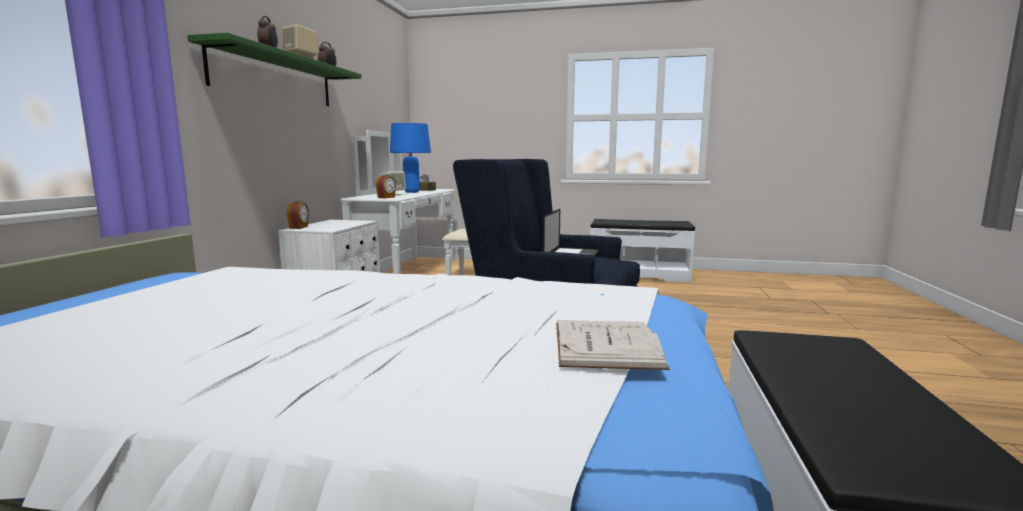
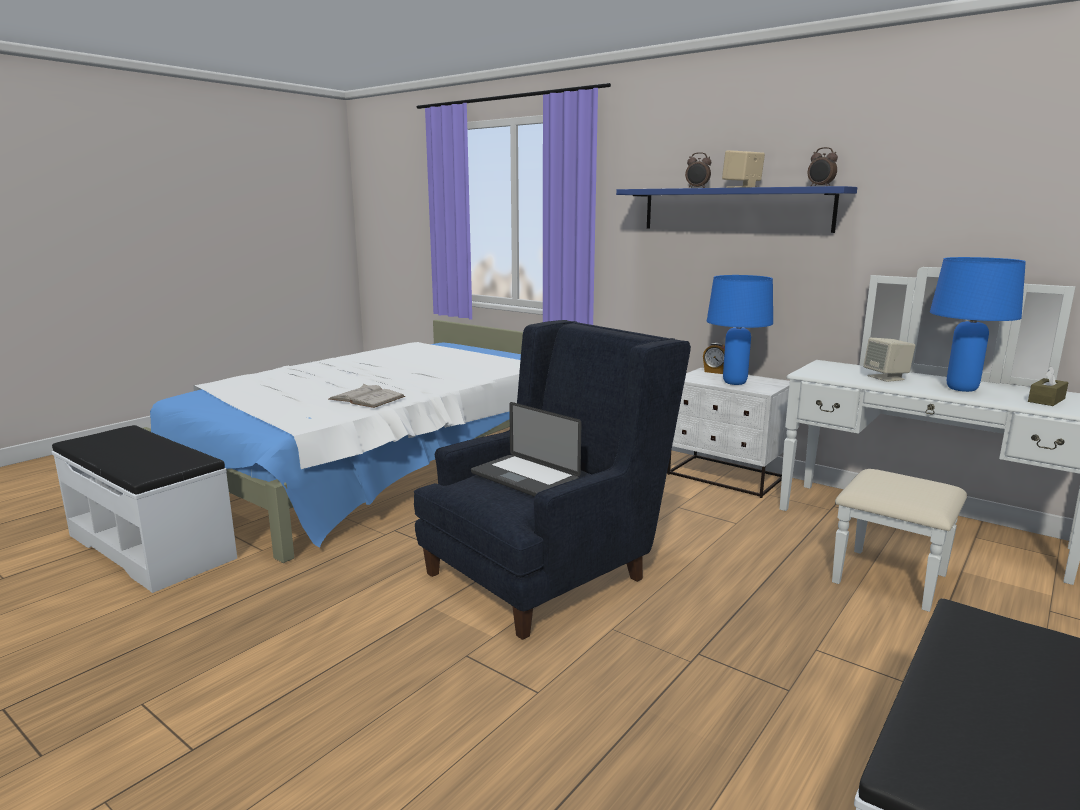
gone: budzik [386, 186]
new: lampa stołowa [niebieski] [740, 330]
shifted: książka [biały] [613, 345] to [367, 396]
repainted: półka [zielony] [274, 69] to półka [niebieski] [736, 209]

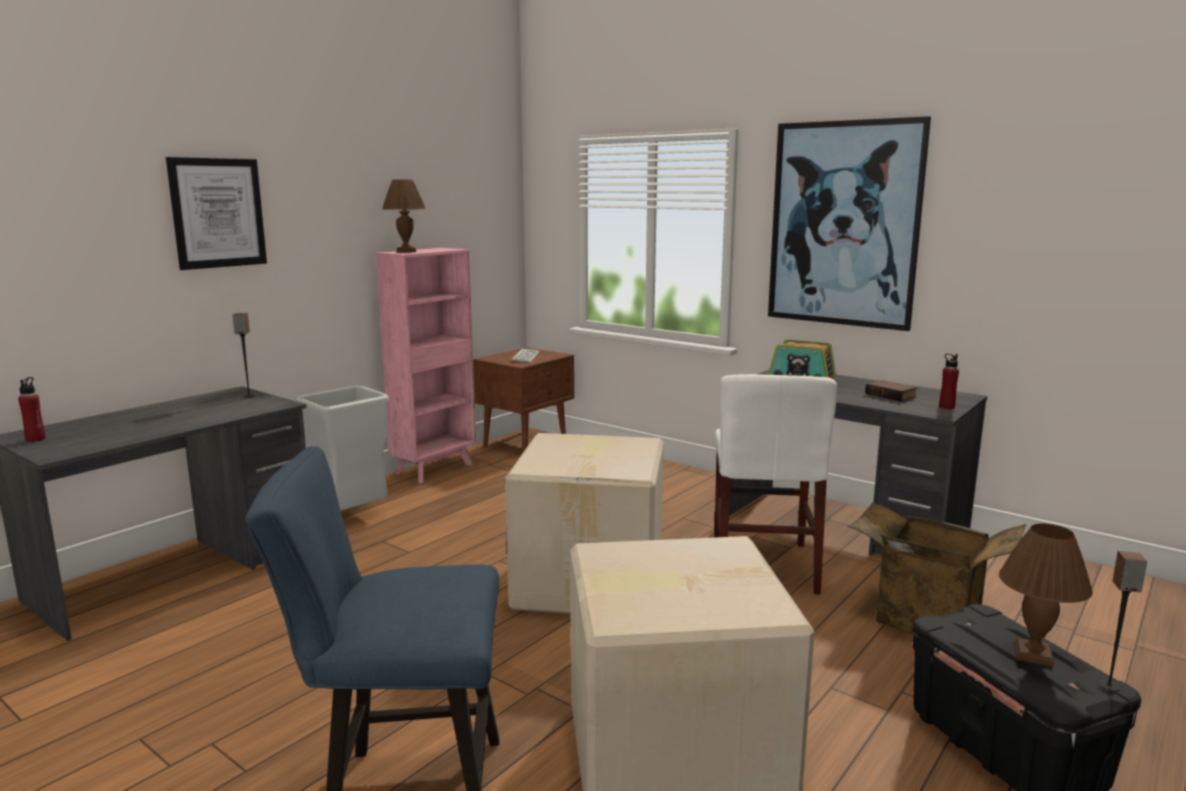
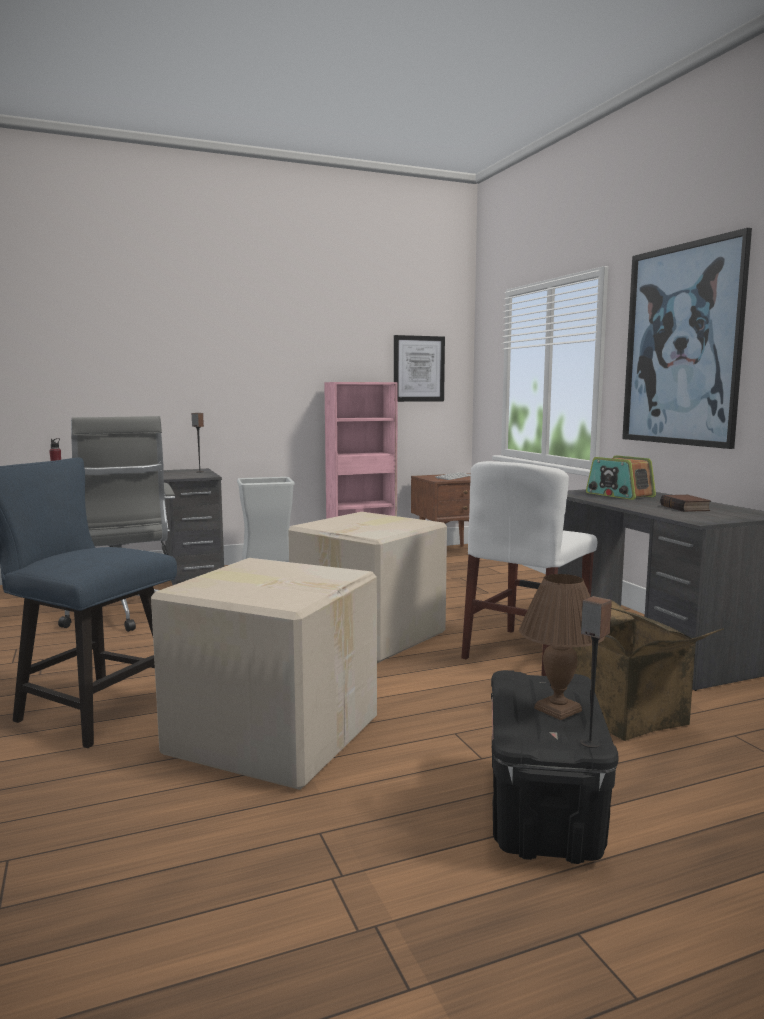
gone: lampa stołowa [brązowy] [404, 216]; butelka [czerwony] [949, 381]
new: krzesło biurowe [szary] [116, 524]
shifted: obraz [216, 213] to [419, 368]

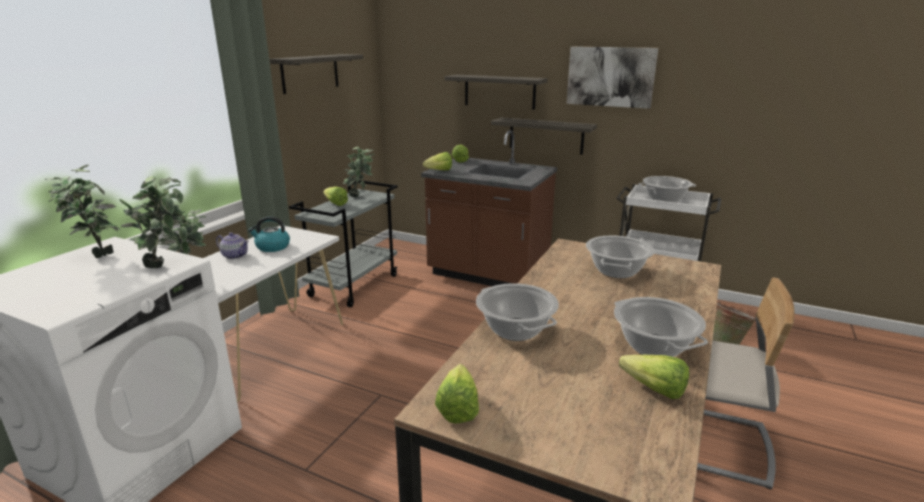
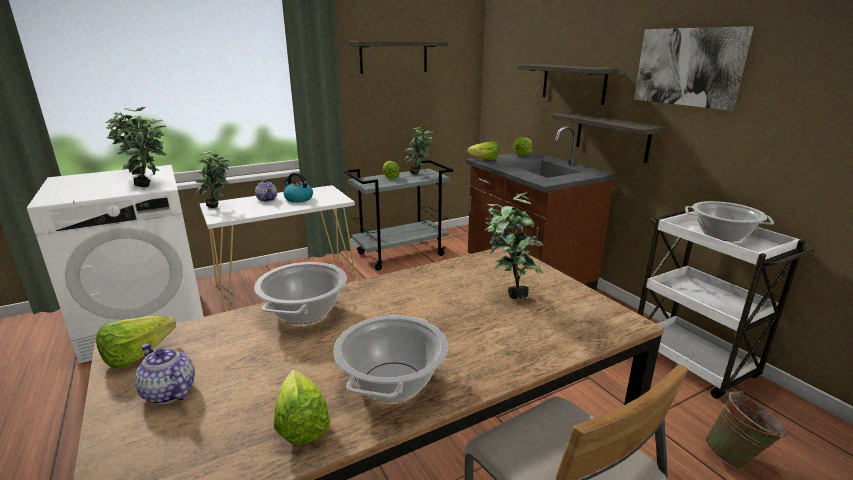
new: imbryk [164, 373]
swapped: garnek [620, 256] to roślina doniczkowa [514, 245]

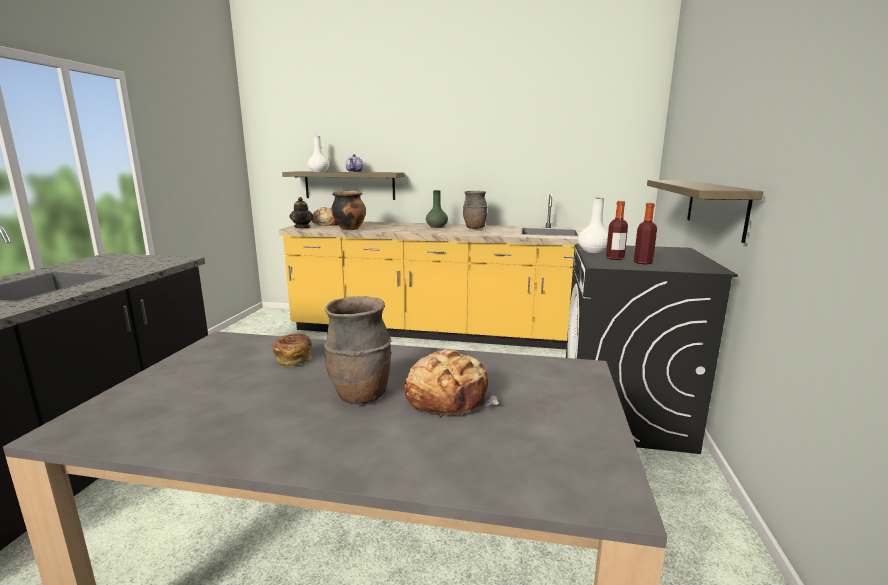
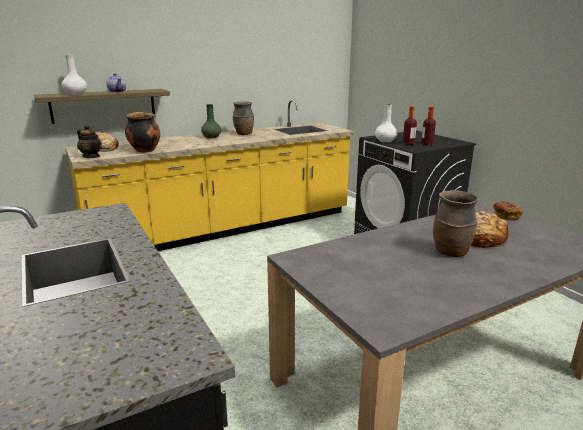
gone: półka [705, 211]
shifted: chleb [292, 350] to [508, 211]

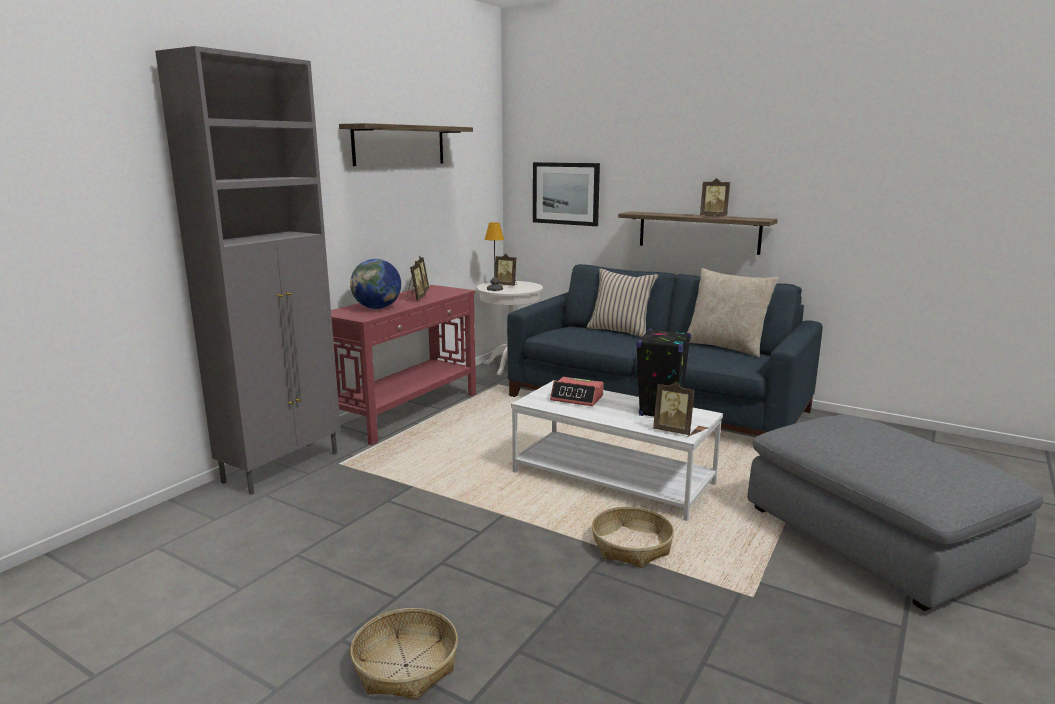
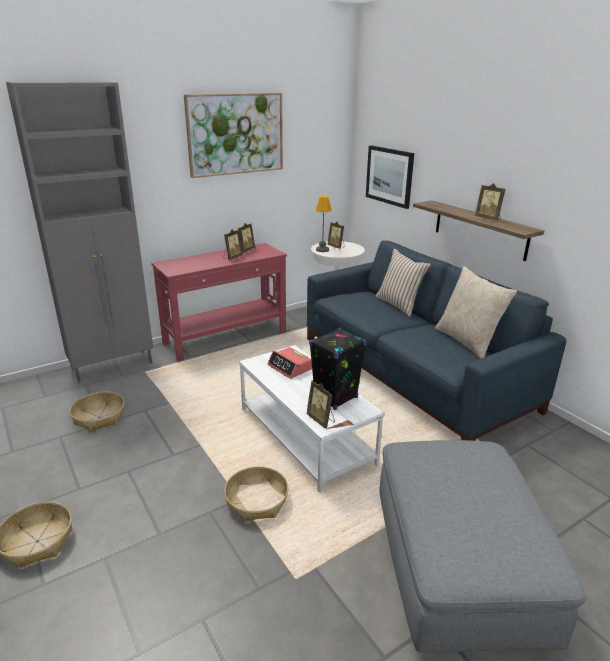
gone: globus [375, 284]
new: koszyk [96, 412]
swapped: półka [406, 144] to obraz [233, 135]

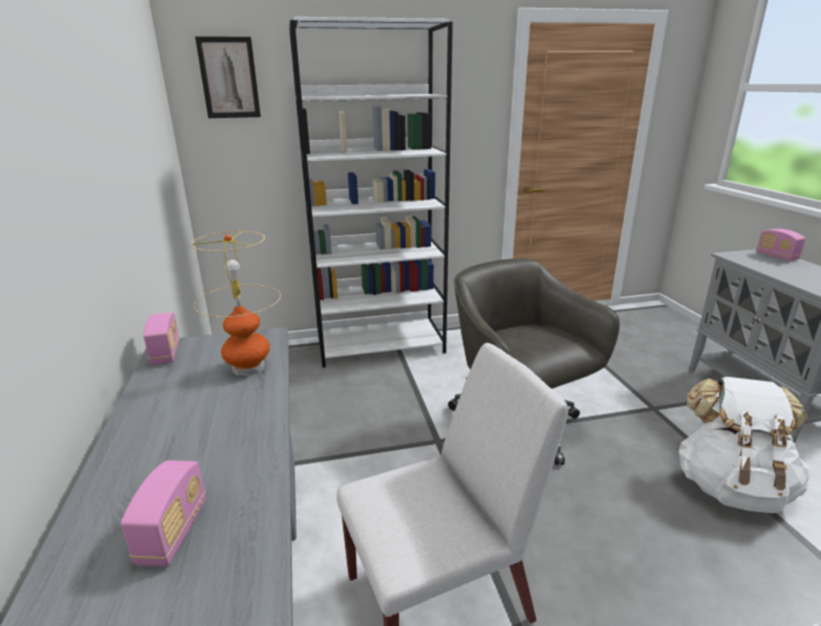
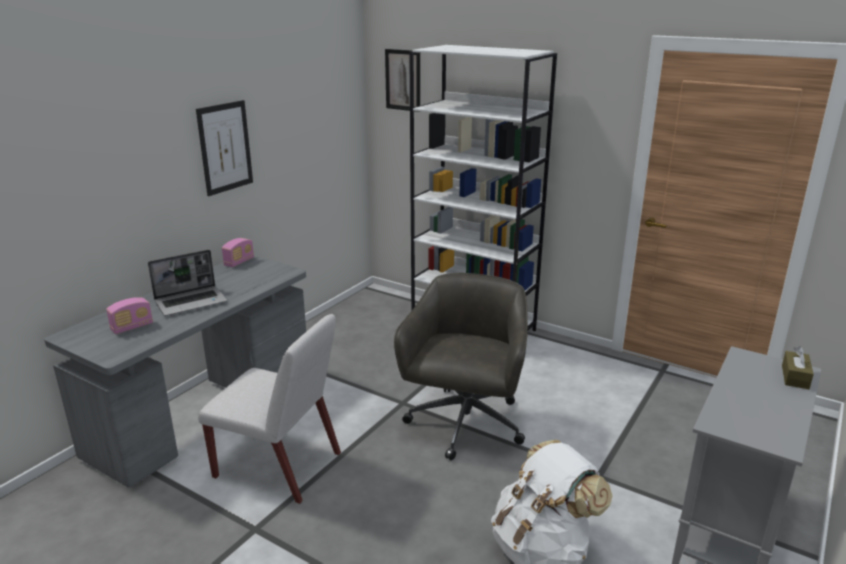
gone: lampa stołowa [236, 303]
new: laptop [188, 283]; obraz [224, 148]
swapped: radio [781, 245] to pudełko chusteczek [brązowy] [798, 367]

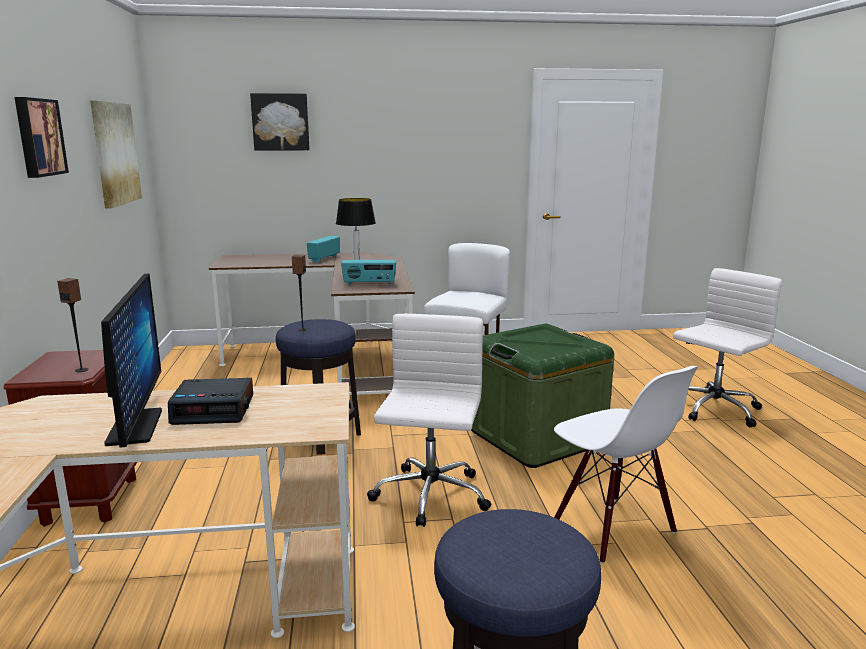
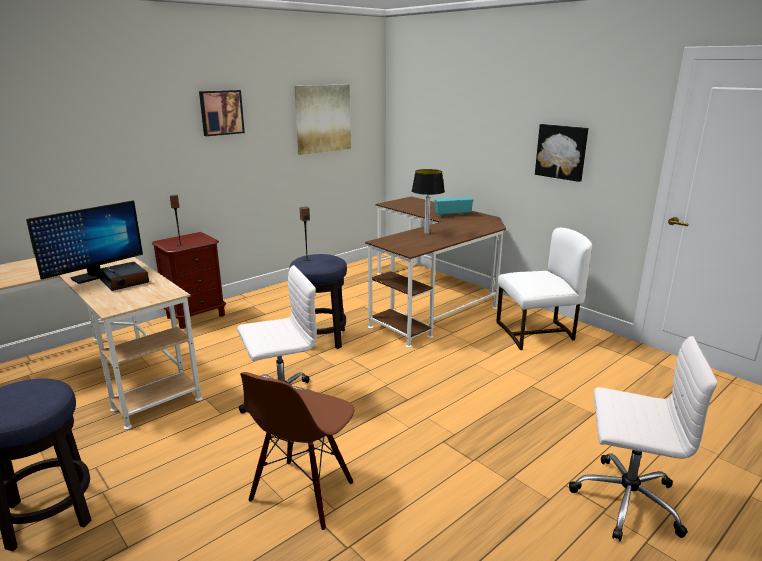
gone: radio [368, 273]; pojemnik do przechowywania [zielony] [542, 396]
shifted: obraz [280, 122] to [561, 153]
repainted: krzesło [biały] [626, 465] to krzesło [brązowy] [297, 451]

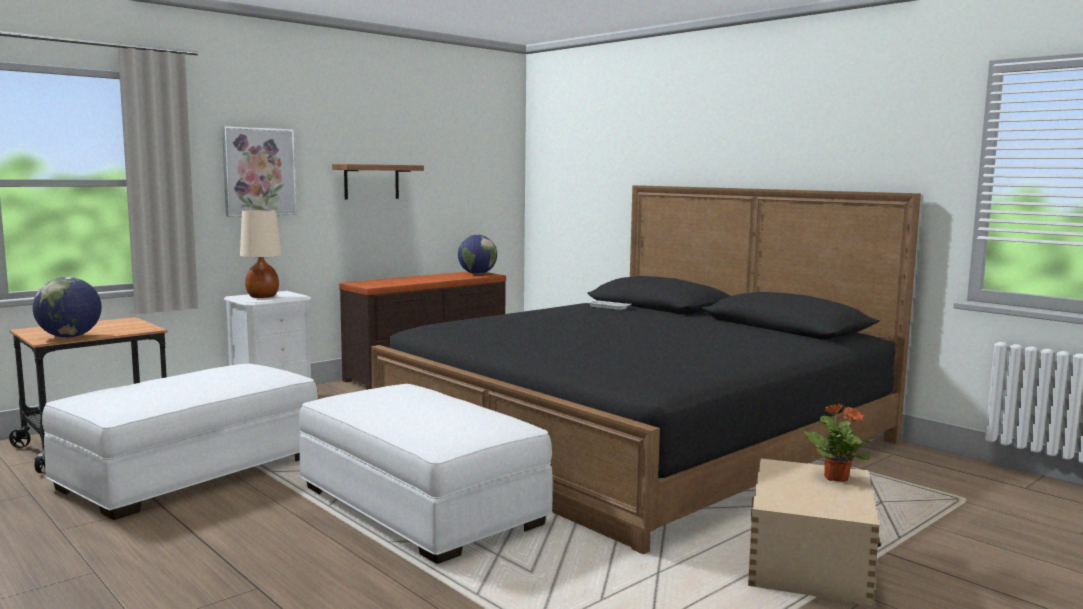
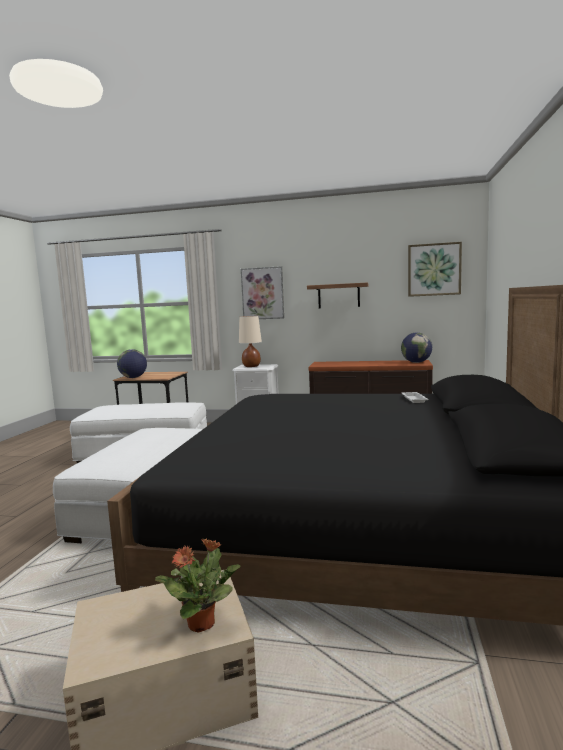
new: obraz [435, 269]

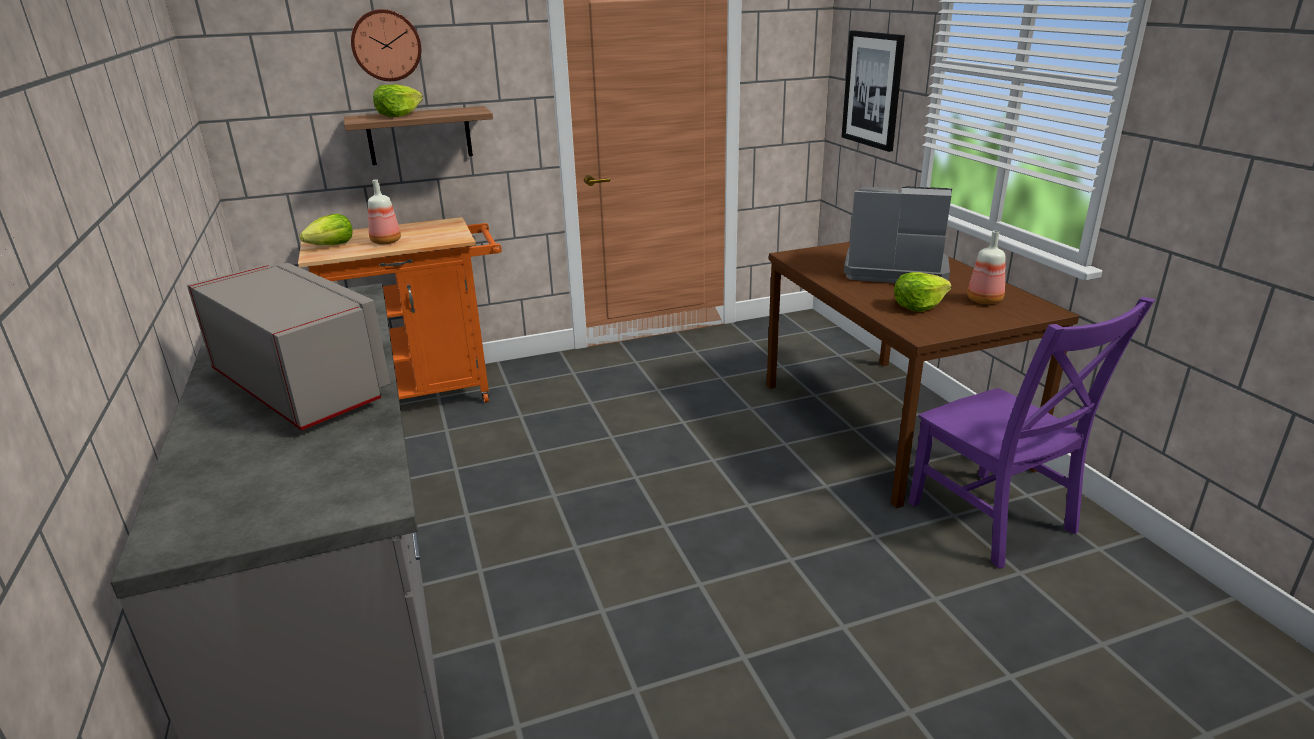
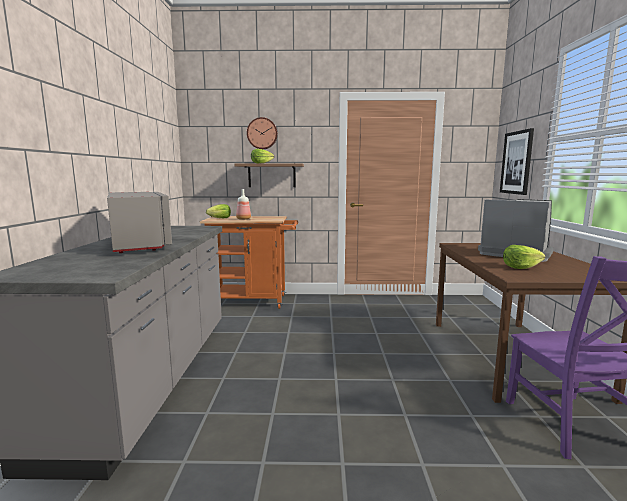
gone: butelka [986, 267]

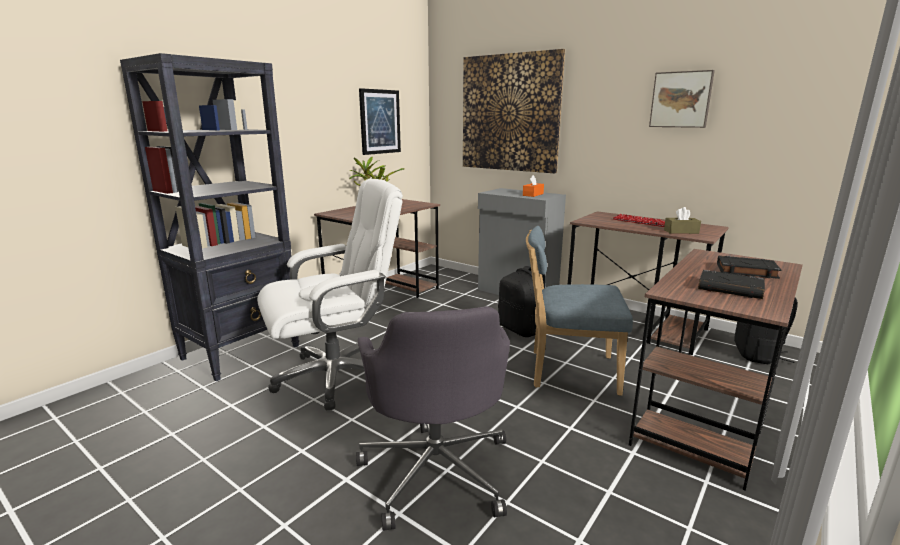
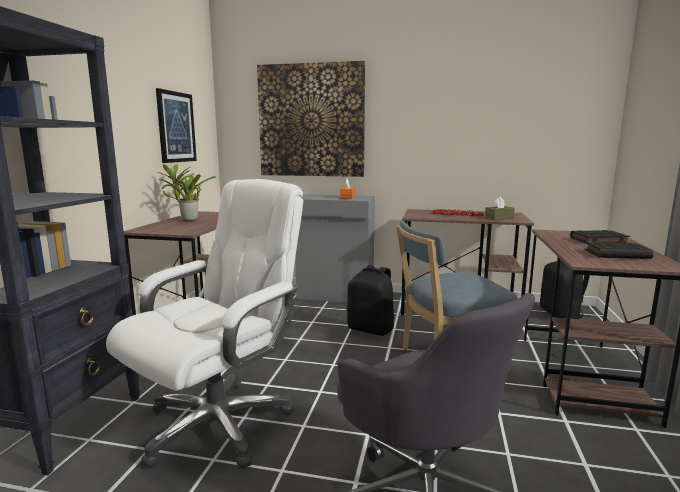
gone: obraz [682, 99]

